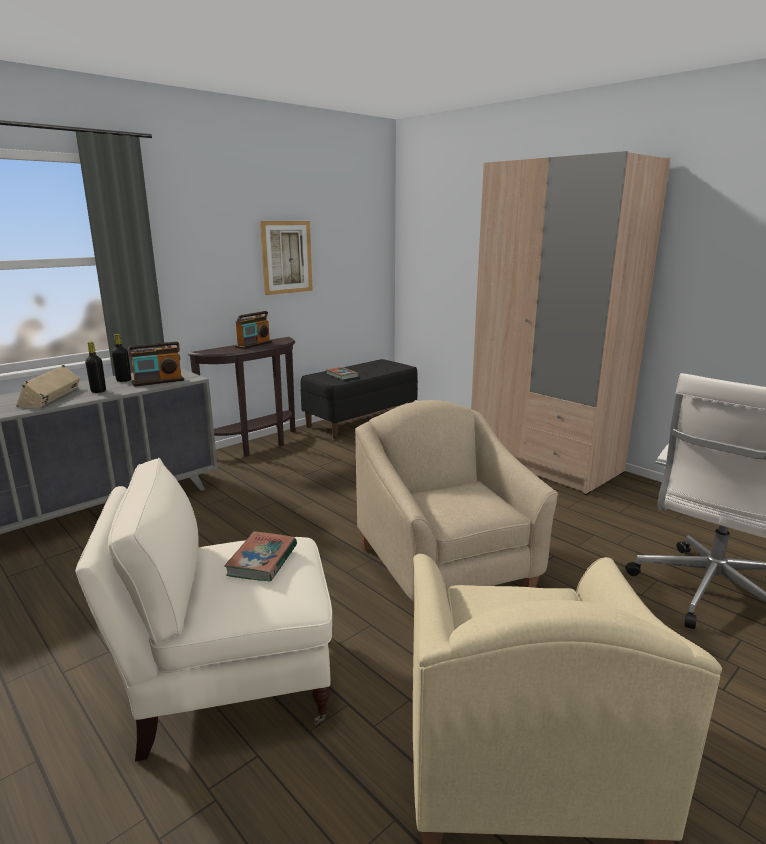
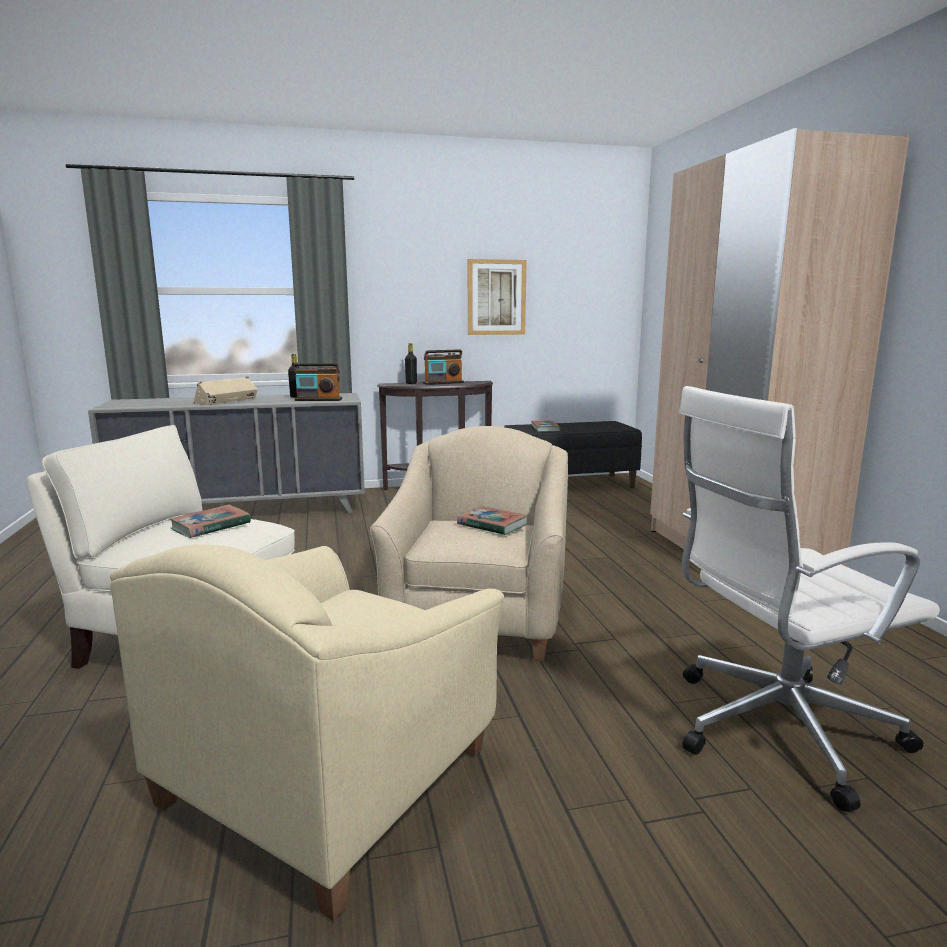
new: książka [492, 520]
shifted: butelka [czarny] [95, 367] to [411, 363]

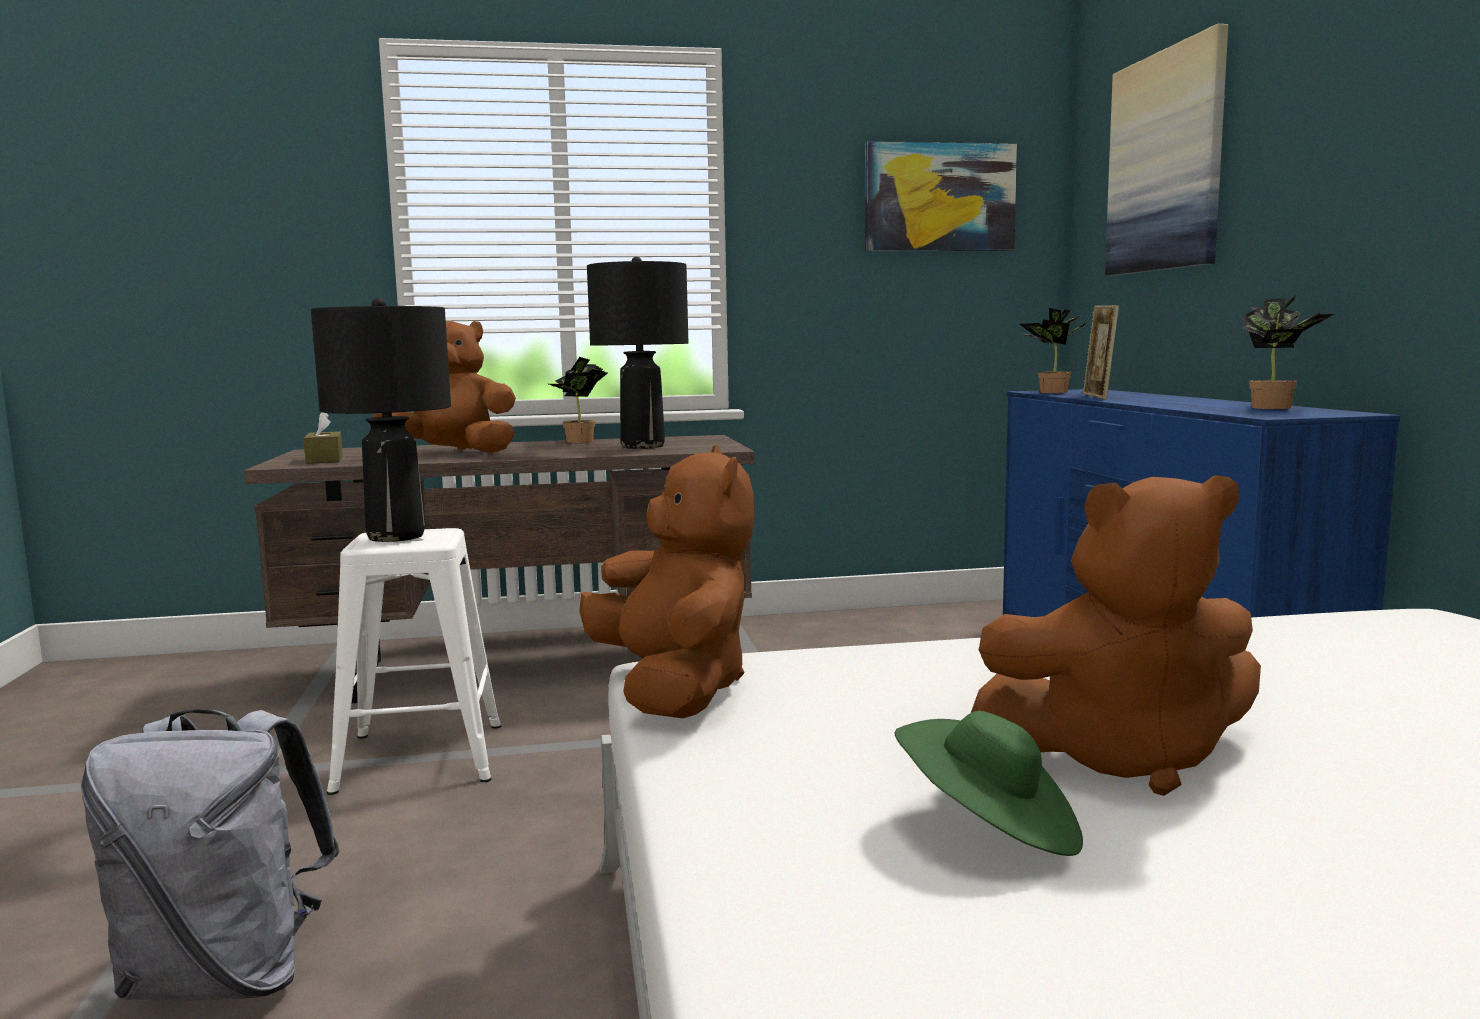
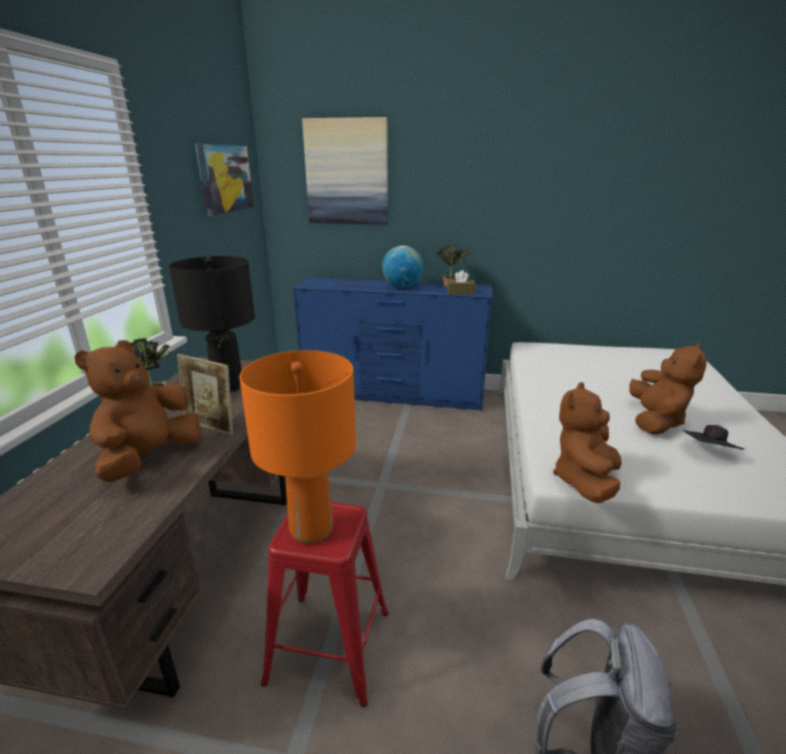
gone: roślina doniczkowa [1052, 350]
new: globus [402, 267]
shifted: pudełko chusteczek [brązowy] [323, 438] to [461, 282]; ramka na zdjęcie [1101, 352] to [205, 394]
repainted: lampa stołowa [czarny] [381, 420] to lampa stołowa [pomarańczowy] [297, 447]; stołek [biały] [414, 661] to stołek [czerwony] [325, 604]; kapelusz [zielony] [988, 783] to kapelusz [czarny] [713, 437]
rotated: pluszak [brązowy] [666, 581] = [587, 442] 60 degrees counterclockwise

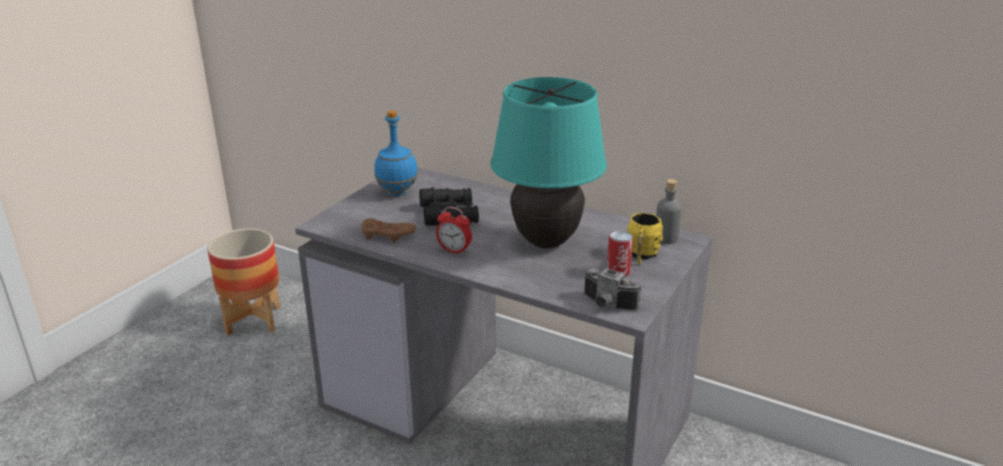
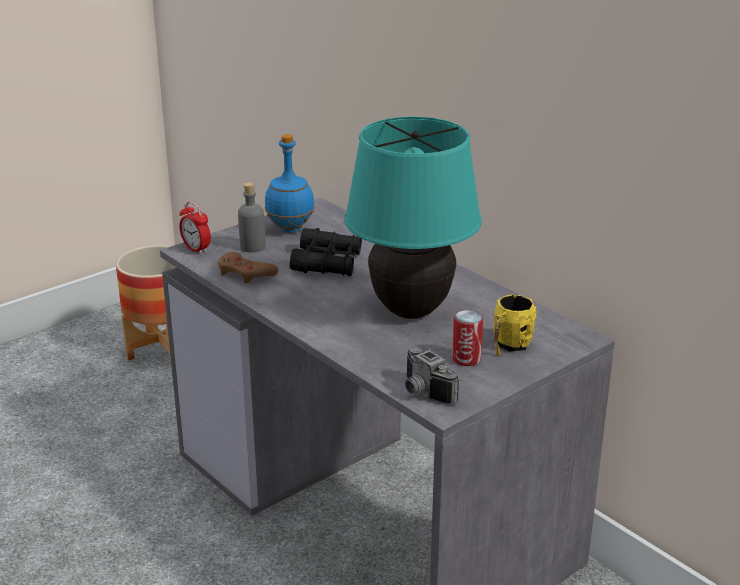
shifted: budzik [454, 231] to [195, 228]; butelka [szary] [669, 211] to [252, 217]

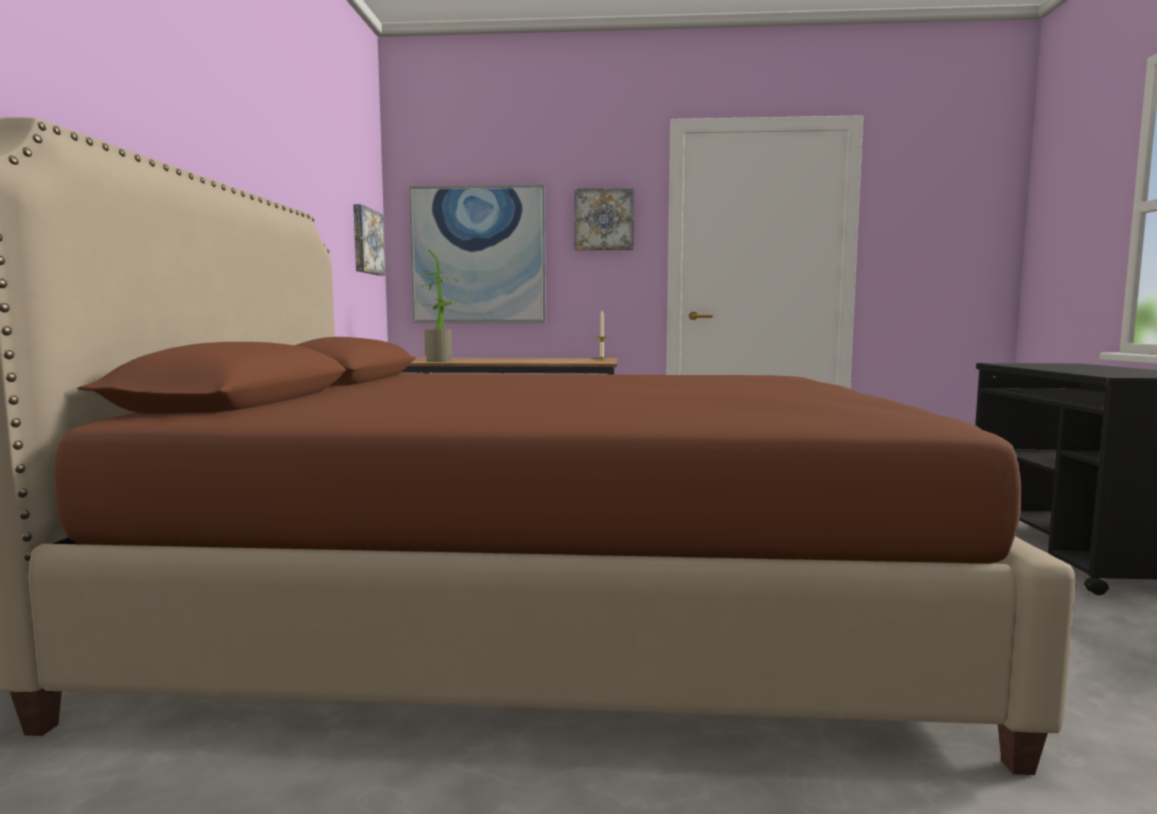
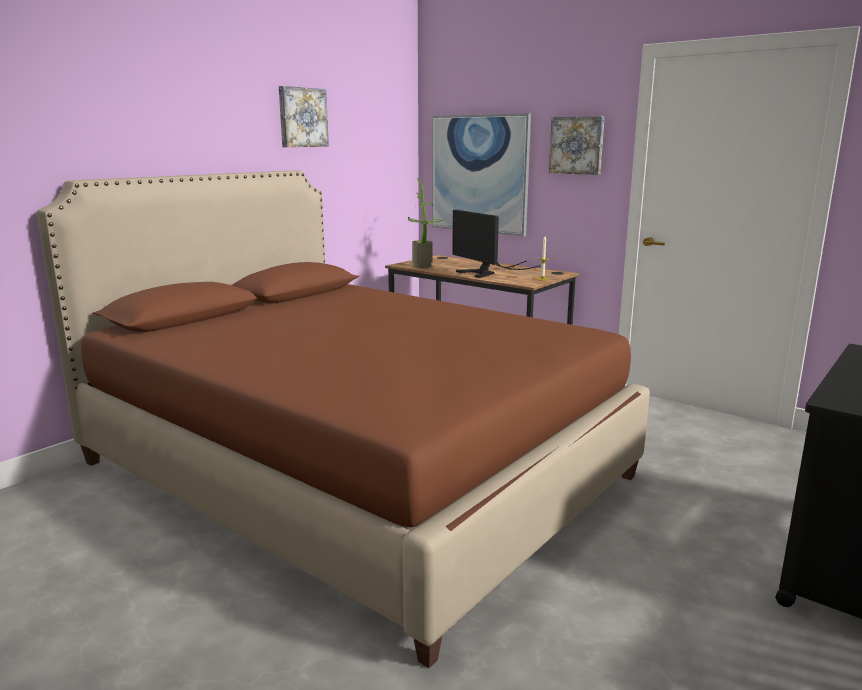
new: monitor [496, 244]
shifted: obraz [369, 240] to [304, 116]

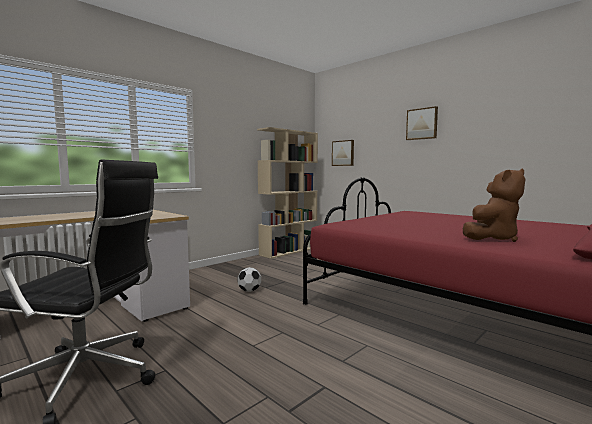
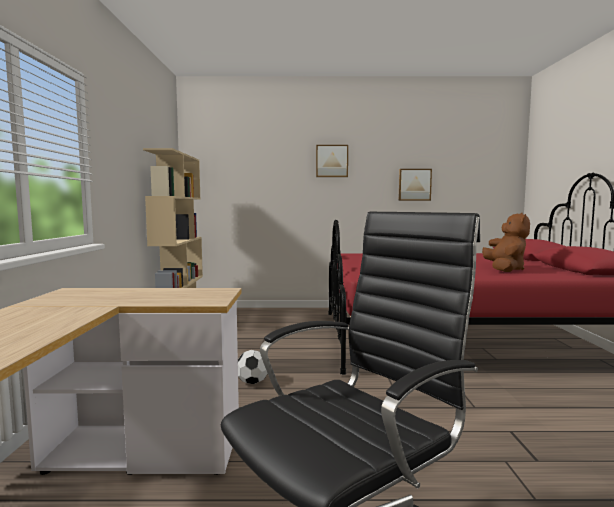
shifted: obraz [343, 153] to [415, 185]

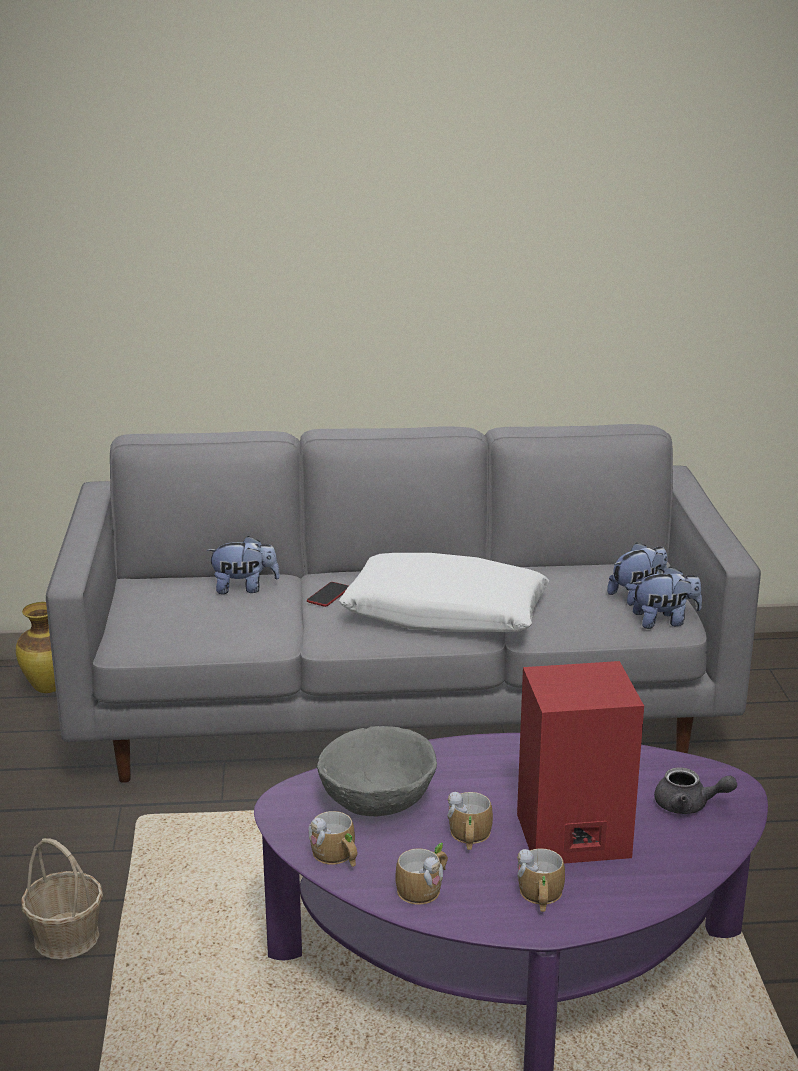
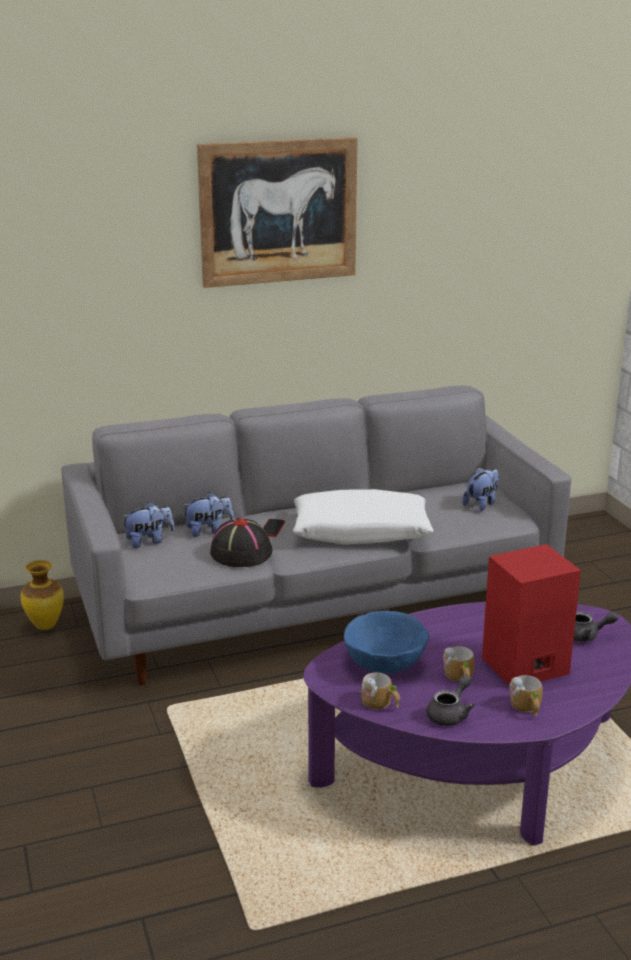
gone: koszyk [62, 898]
new: obraz [277, 212]; kapelusz [czarny] [241, 542]
shifted: pluszak [667, 597] to [148, 525]
swapped: kubek [421, 874] to imbryk [szary] [450, 700]
repainted: miska [szary] [377, 771] to miska [niebieski] [386, 642]

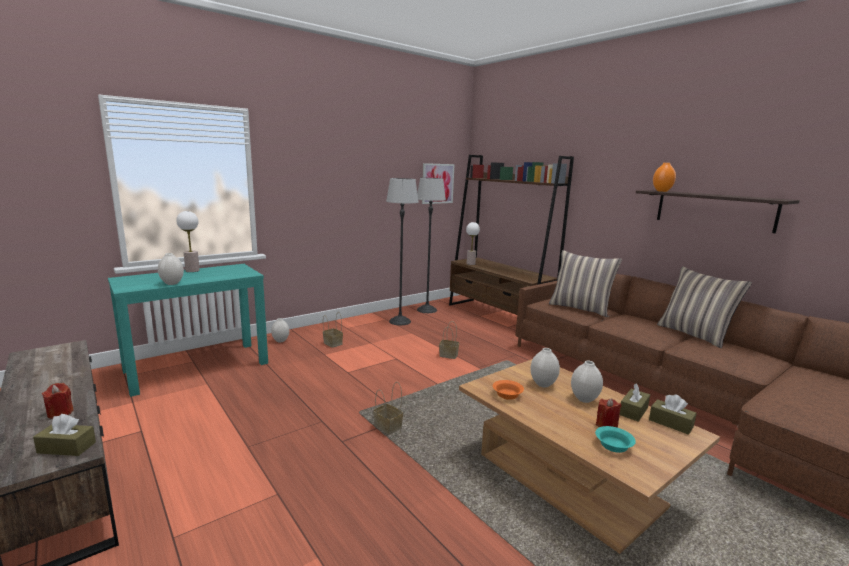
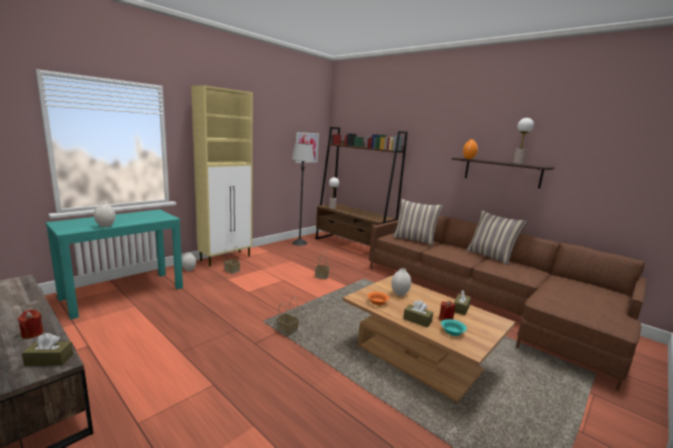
gone: lampa stojąca [402, 251]; wazon [biały] [587, 382]
new: szafka [beżowy] [222, 176]
shifted: lampa stołowa [188, 241] to [523, 141]; pudełko chusteczek [brązowy] [672, 414] to [418, 313]

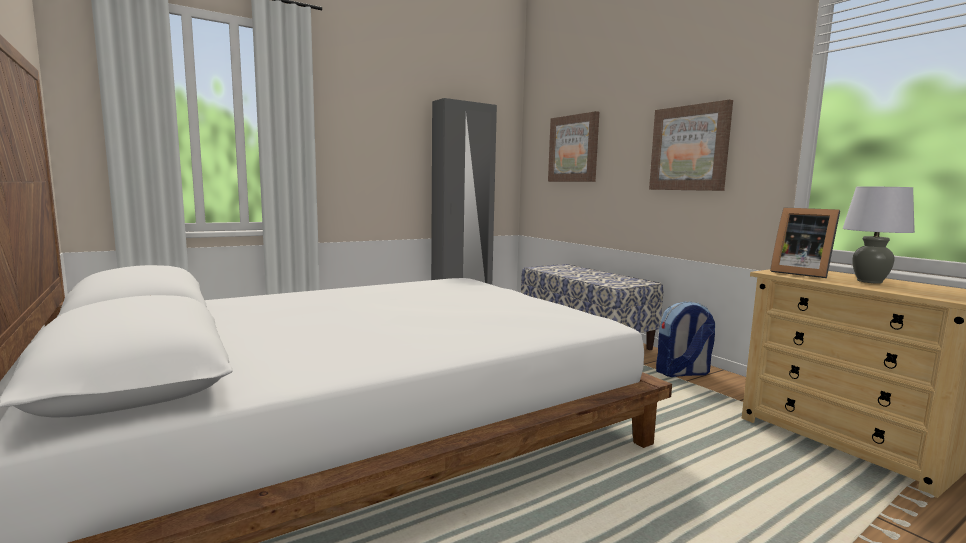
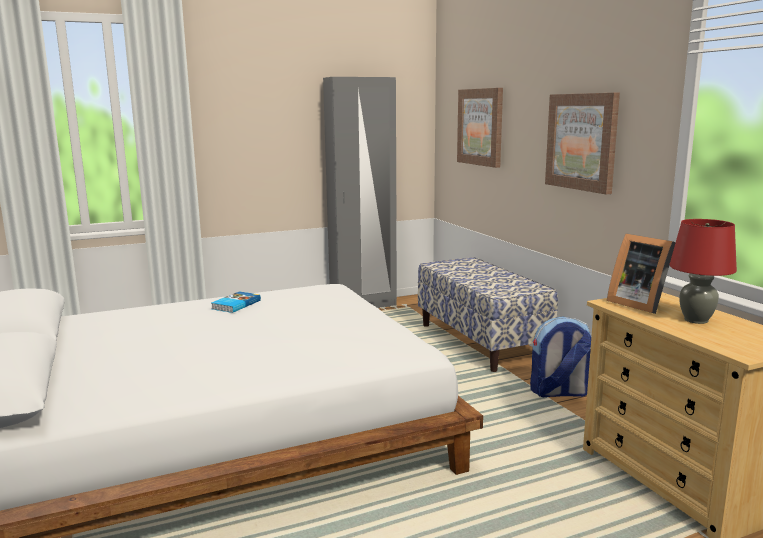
new: książka [236, 302]
repainted: lampa stołowa [szary] [879, 235] to lampa stołowa [czerwony] [703, 271]

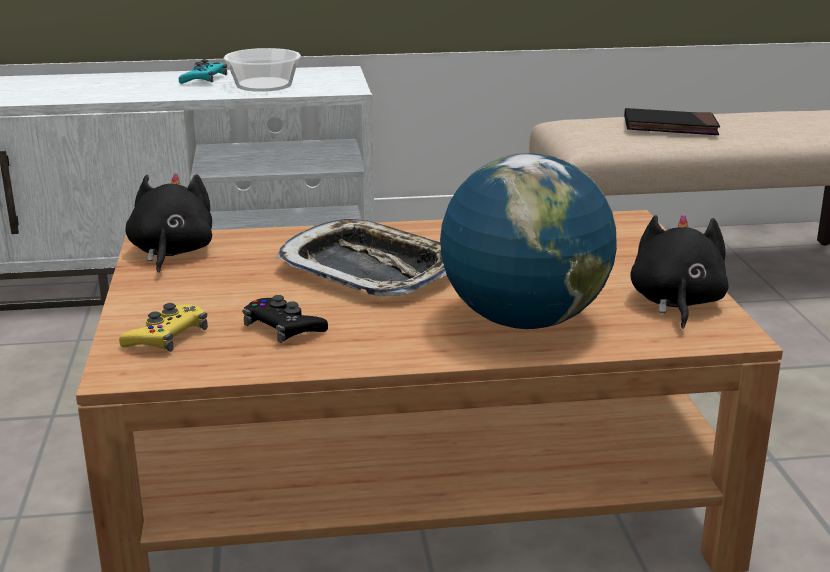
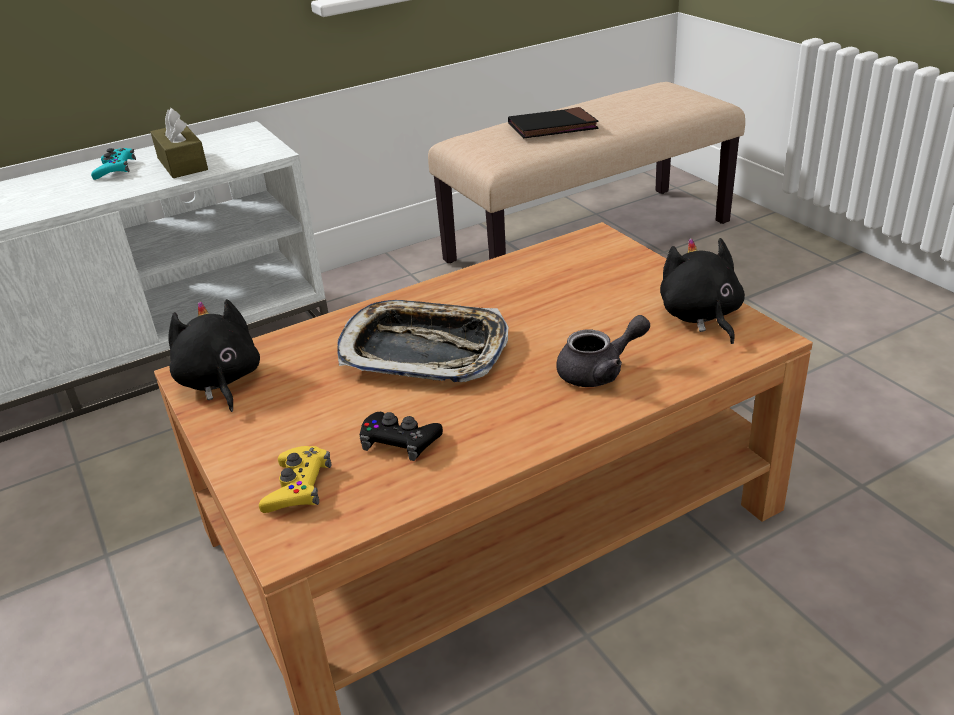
swapped: miska [262, 70] to pudełko chusteczek [brązowy] [179, 143]; globus [528, 241] to imbryk [szary] [603, 351]

